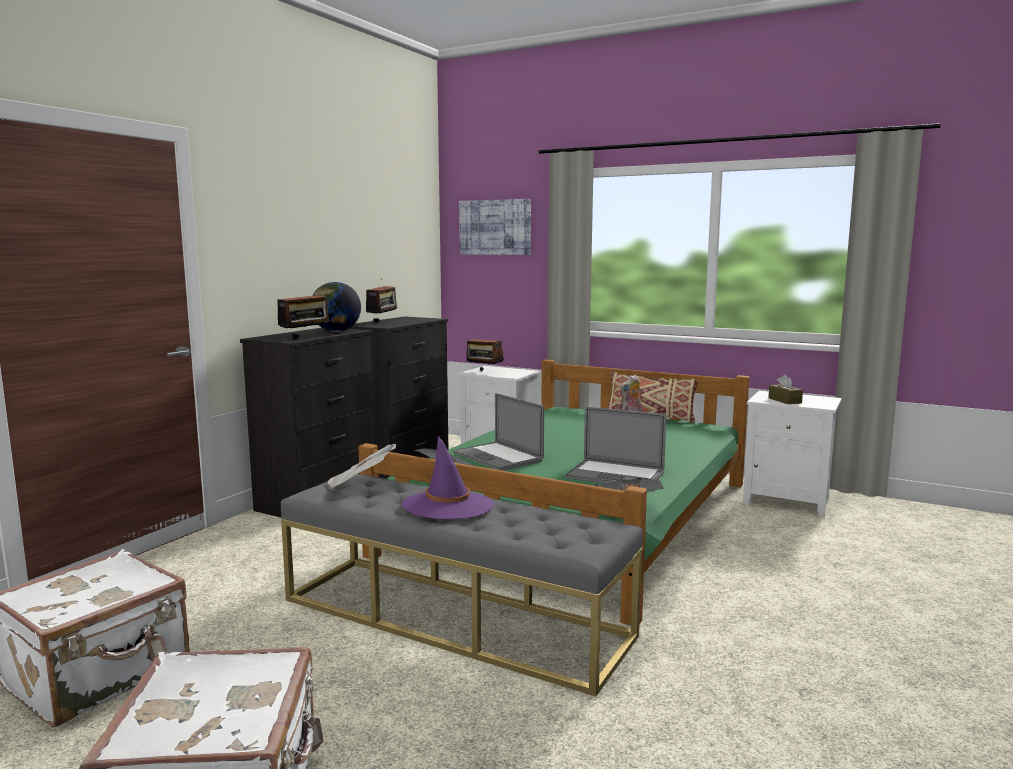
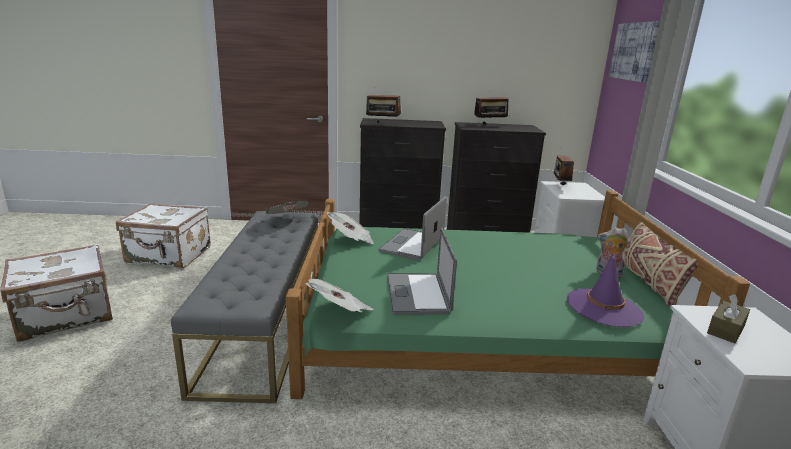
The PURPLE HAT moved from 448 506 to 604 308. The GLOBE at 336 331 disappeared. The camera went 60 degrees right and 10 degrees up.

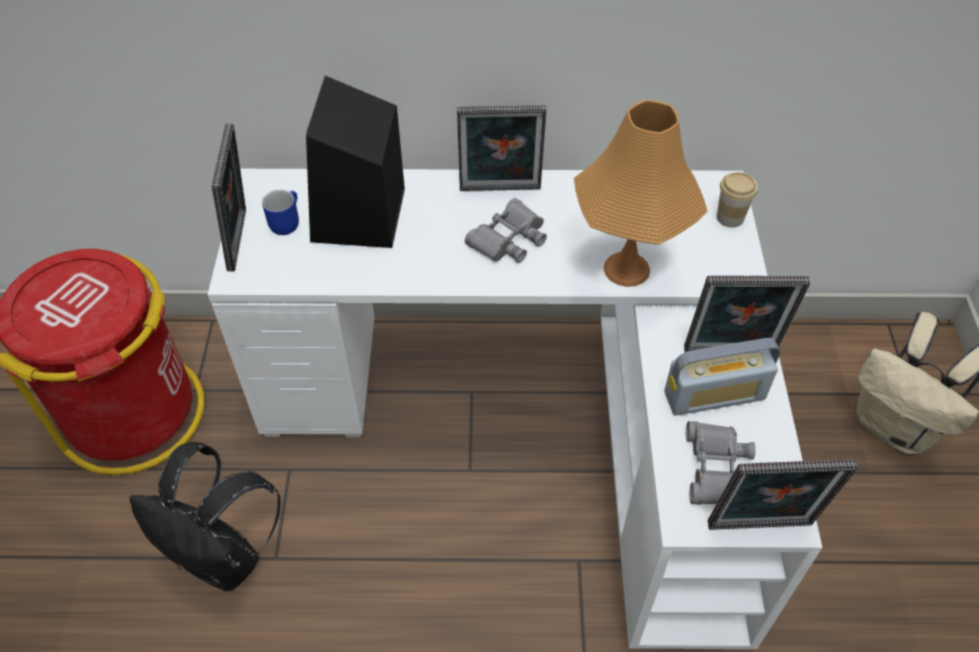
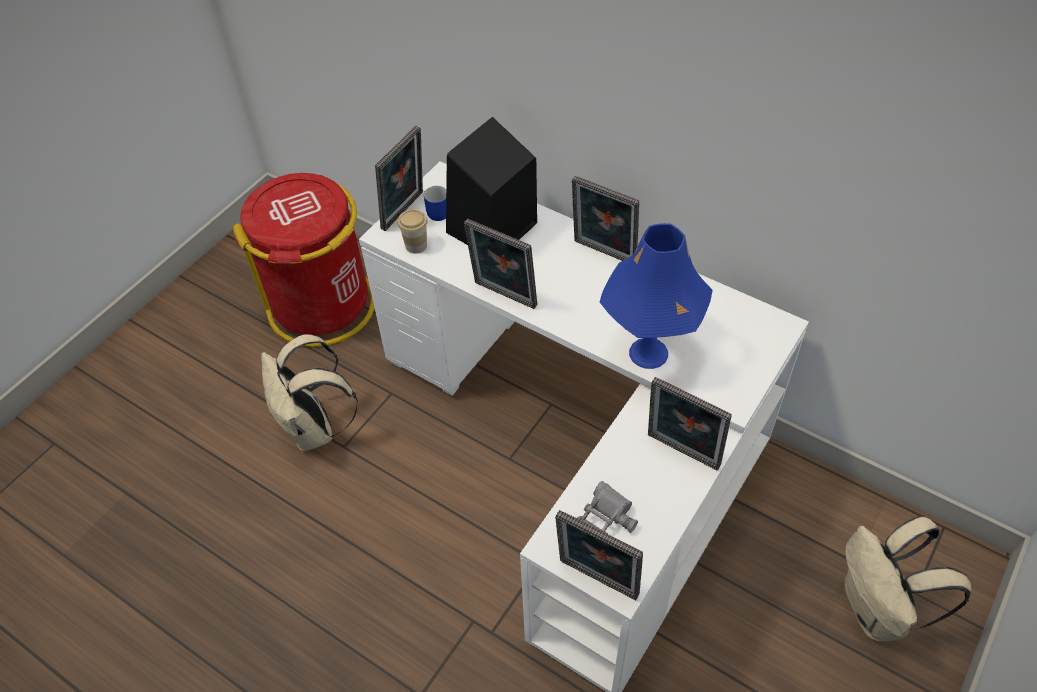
The BLACK BACKPACK at 225 558 became the BEIGE BACKPACK at 314 429. The CUP moved from 730 217 to 416 245. The PICTURE FRAME at 503 297 appeared. The ORANGE TABLE LAMP at 626 269 became the BLUE TABLE LAMP at 648 353. The GREY BINOCULARS at 508 238 disappeared. The RADIO at 714 395 disappeared. The camera went 35 degrees right and 0 degrees up.

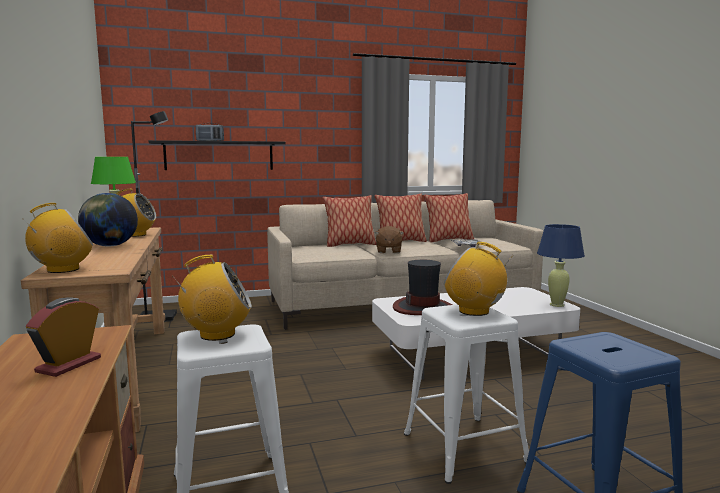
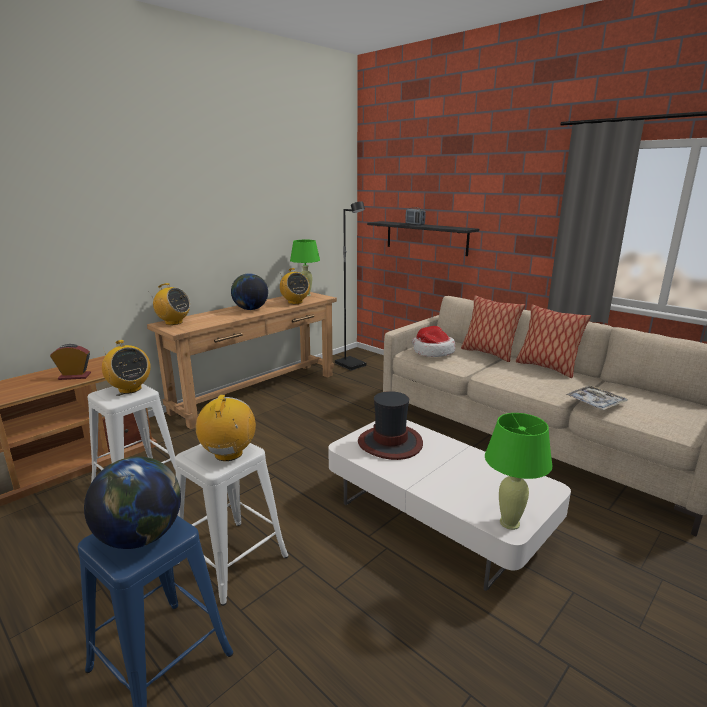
The GLOBE at 141 537 appeared. The HAT at 432 352 appeared. The BLUE TABLE LAMP at 556 305 became the GREEN TABLE LAMP at 509 523. The BROWN PLUSH TOY at 388 251 disappeared. The PILLOW at 448 240 disappeared. The camera went 60 degrees right and 10 degrees up.

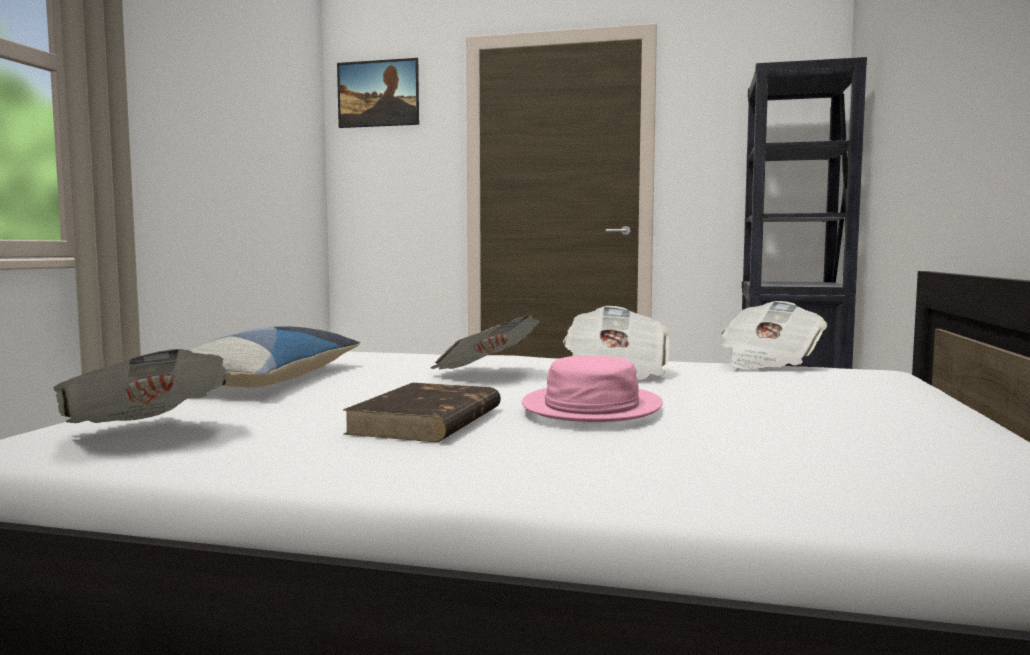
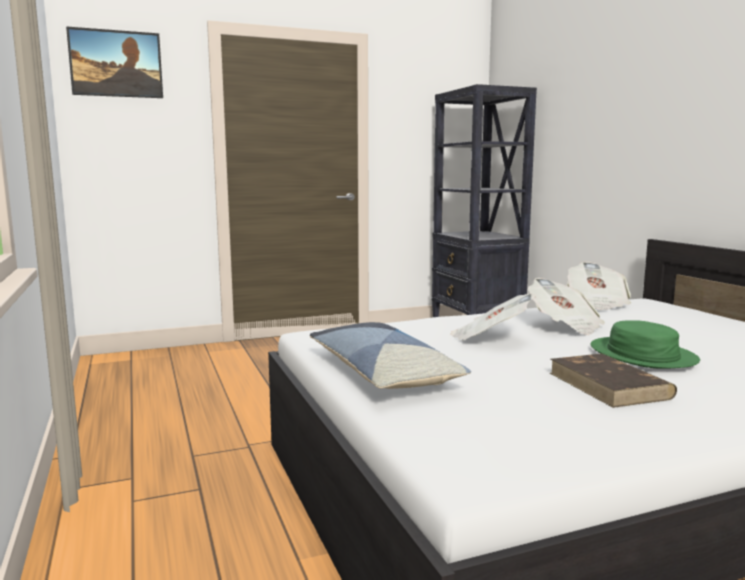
The PINK HAT at 591 407 became the GREEN HAT at 642 355. The NEWSPAPER at 146 434 disappeared. The camera went 35 degrees left and 5 degrees up.

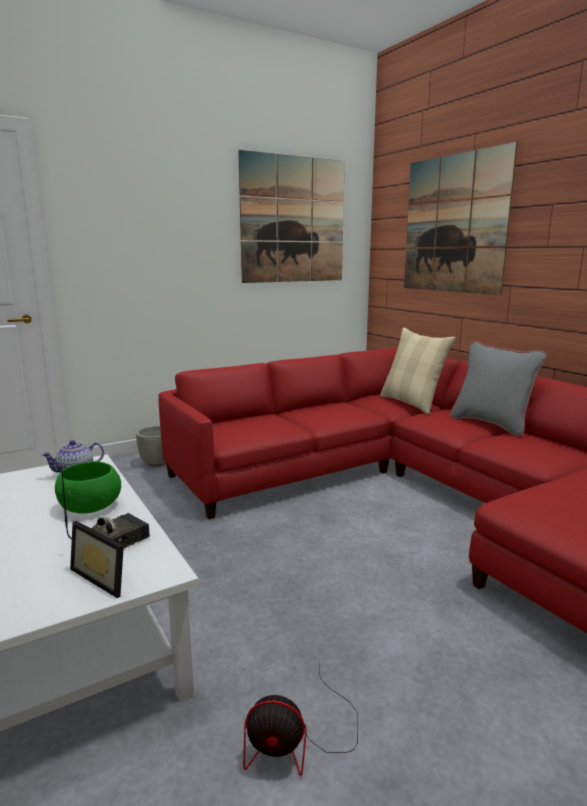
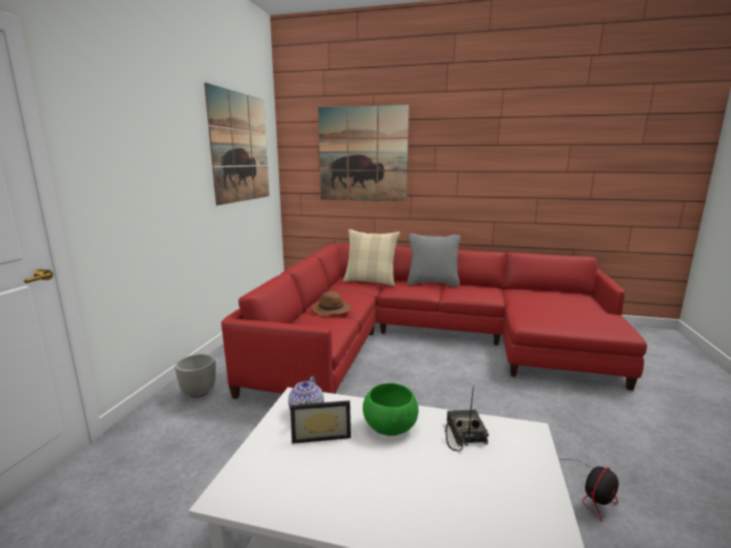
The PICTURE FRAME moved from 105 576 to 321 434. The BROWN HAT at 332 310 appeared. The camera went 45 degrees left and 0 degrees up.

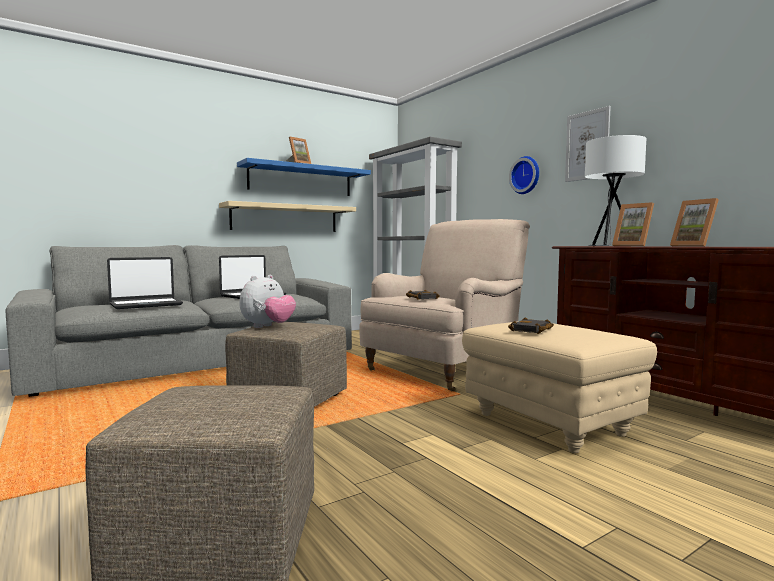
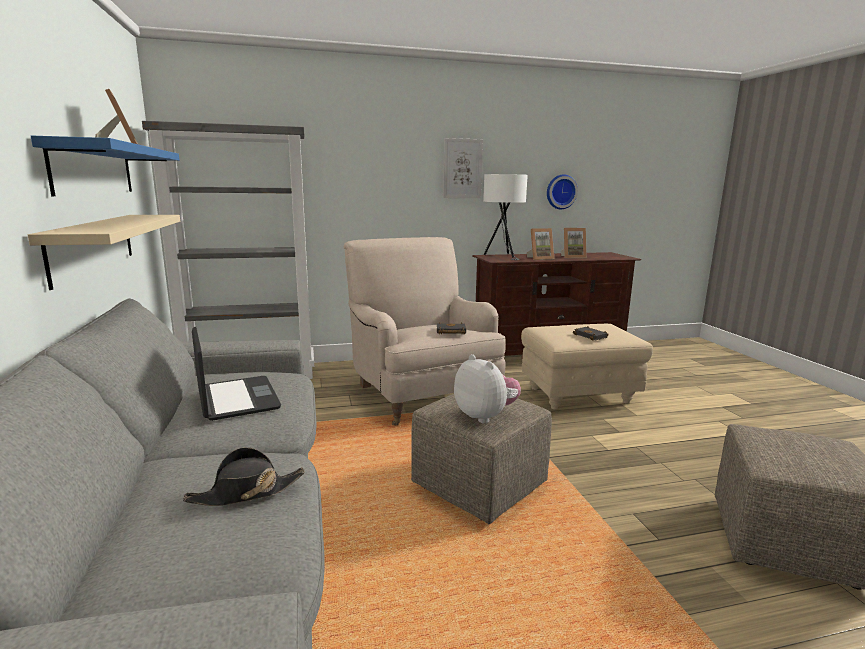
The LAPTOP at 146 304 was replaced by the BLACK HAT at 246 492. The WALL CLOCK moved from 526 175 to 560 192. The camera went 70 degrees left and 10 degrees up.

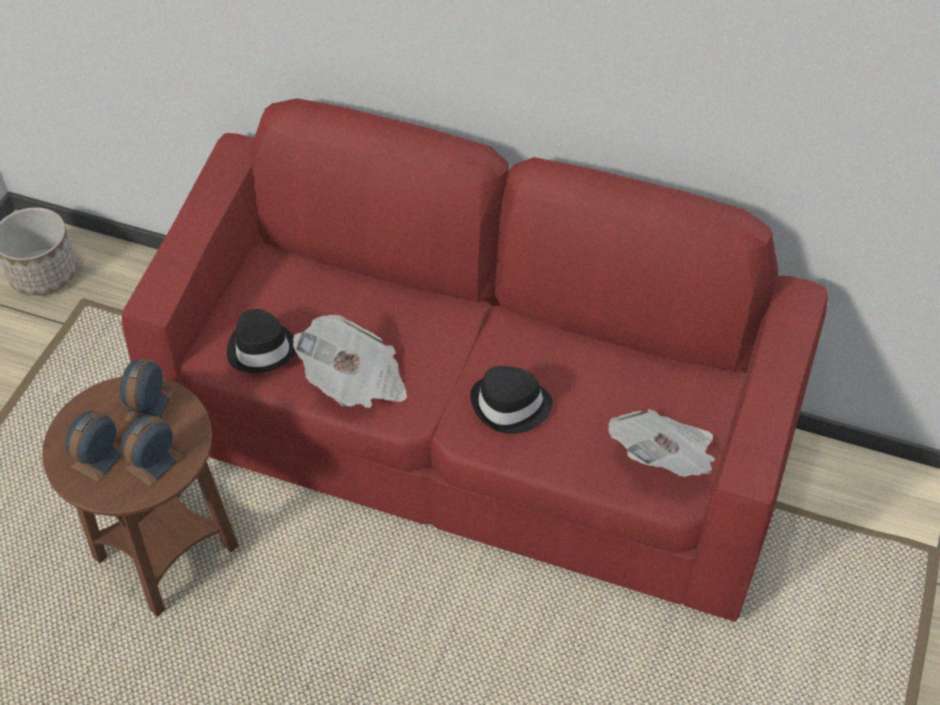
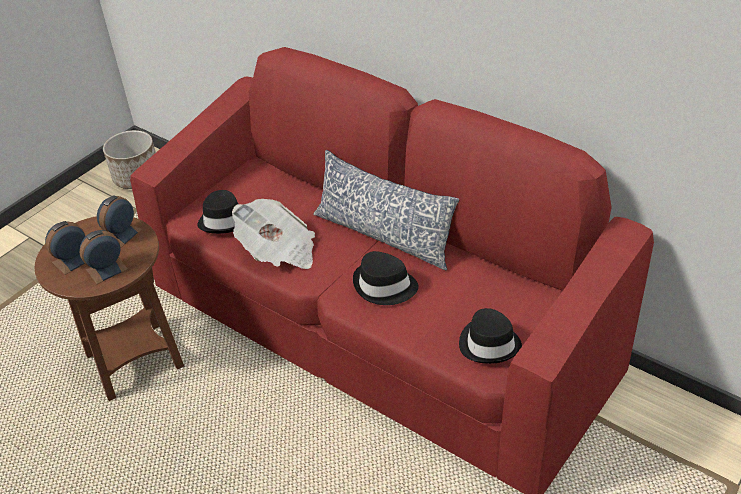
The PILLOW at 383 235 appeared. The NEWSPAPER at 663 458 was replaced by the BLACK HAT at 489 343. The camera went 20 degrees right and 10 degrees down.

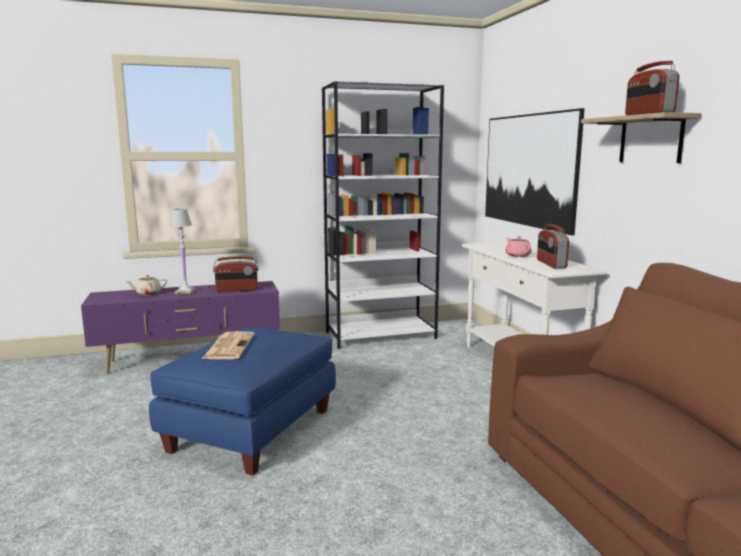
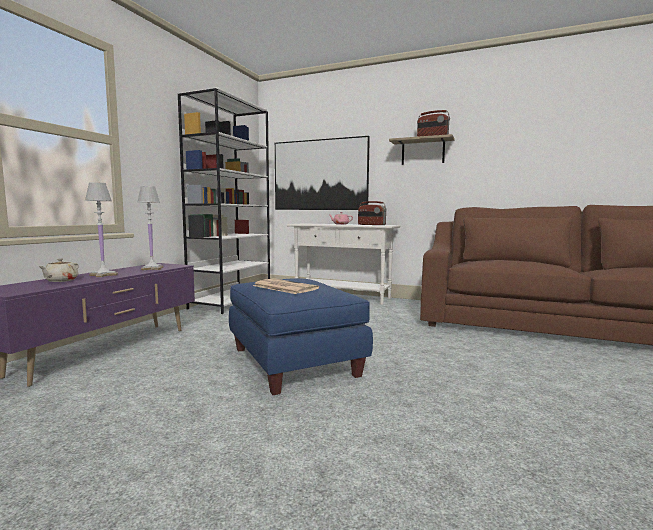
The RADIO at 237 290 was replaced by the WHITE TABLE LAMP at 152 268. The camera went 50 degrees left and 5 degrees down.

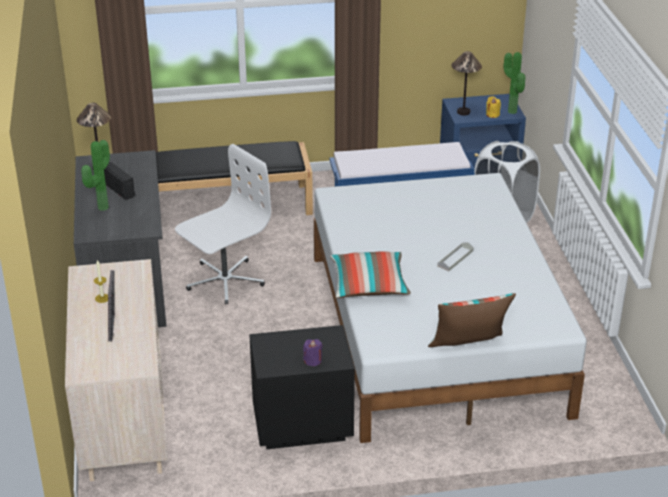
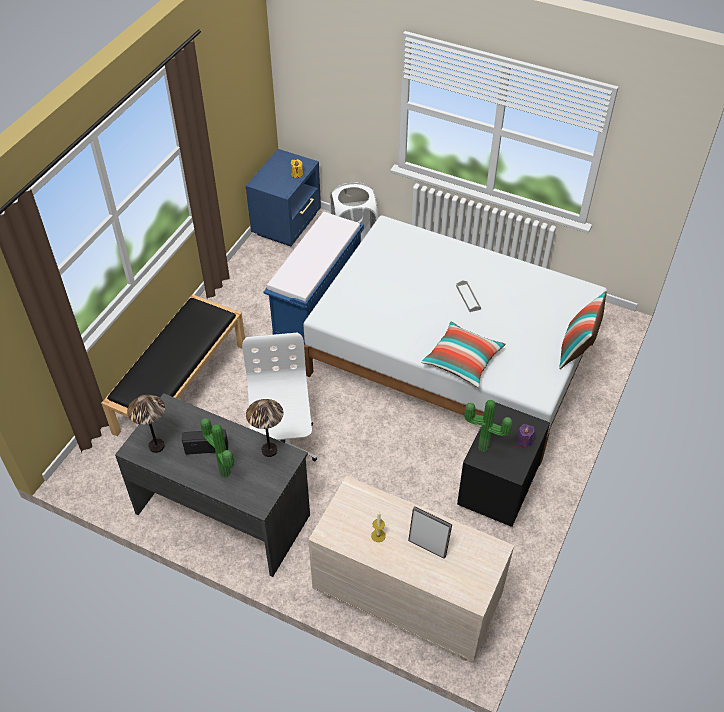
The TABLE LAMP moved from 463 112 to 269 450. The POTTED PLANT moved from 510 112 to 483 449. The camera went 55 degrees left and 15 degrees up.

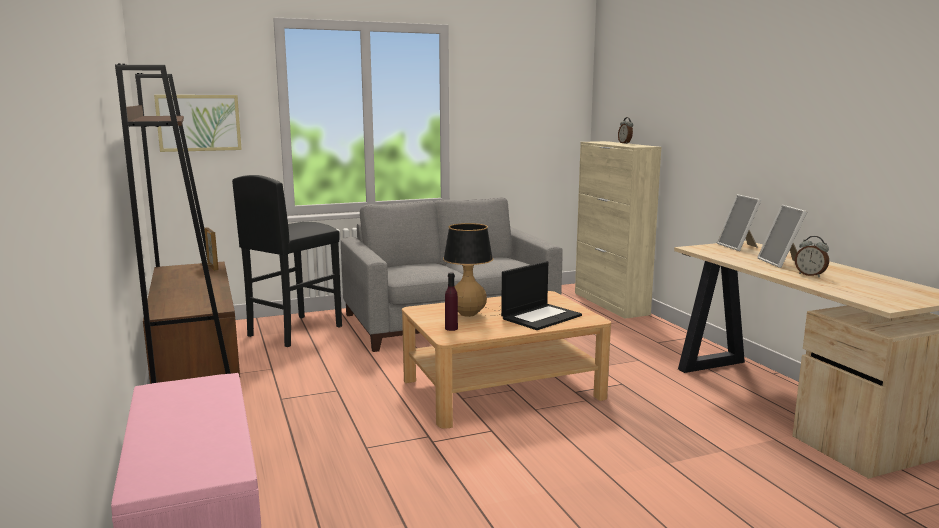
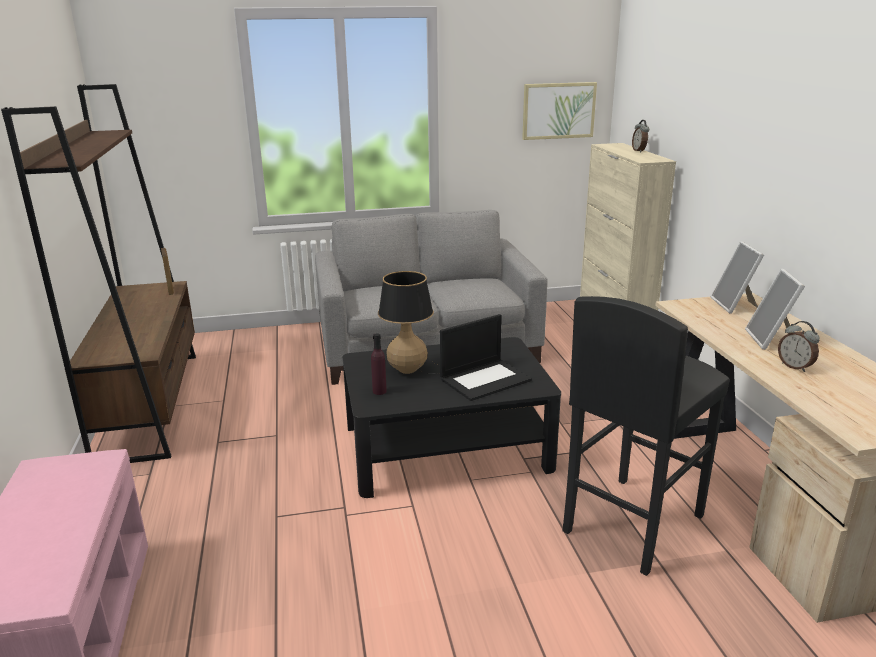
The BEIGE COFFEE TABLE at 502 388 became the BLACK COFFEE TABLE at 446 447. The PICTURE moved from 199 123 to 558 110. The BLACK STOOL moved from 294 331 to 631 523. The camera went 10 degrees right and 10 degrees up.

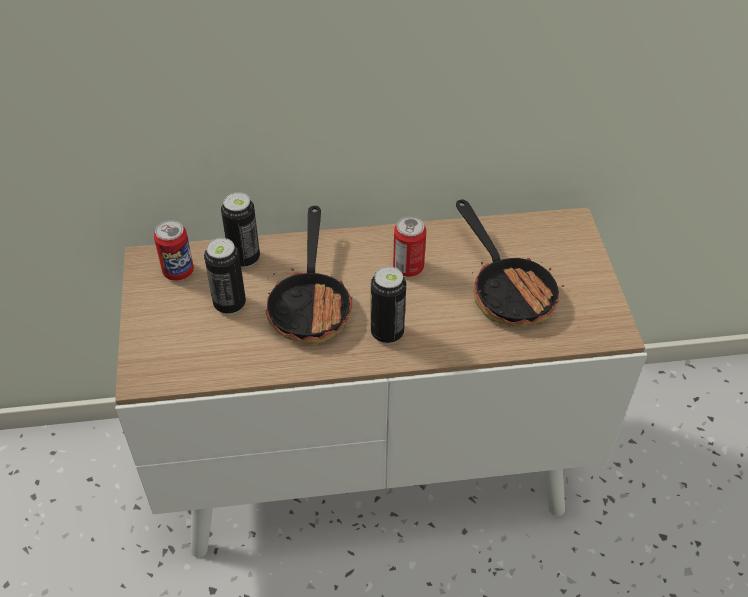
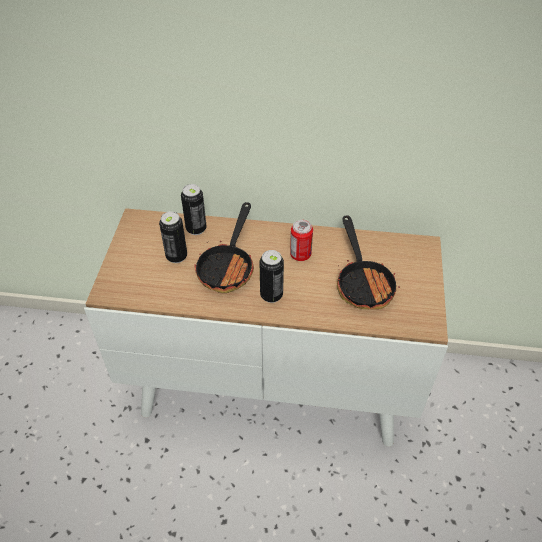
The CAN at 178 271 disappeared. The camera went 15 degrees right and 0 degrees up.

